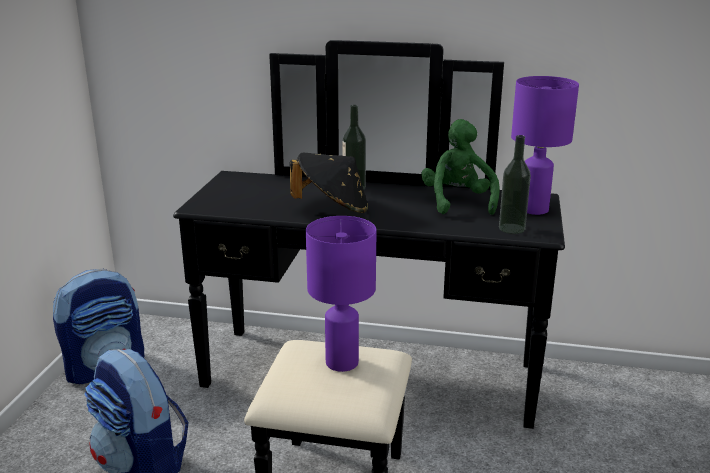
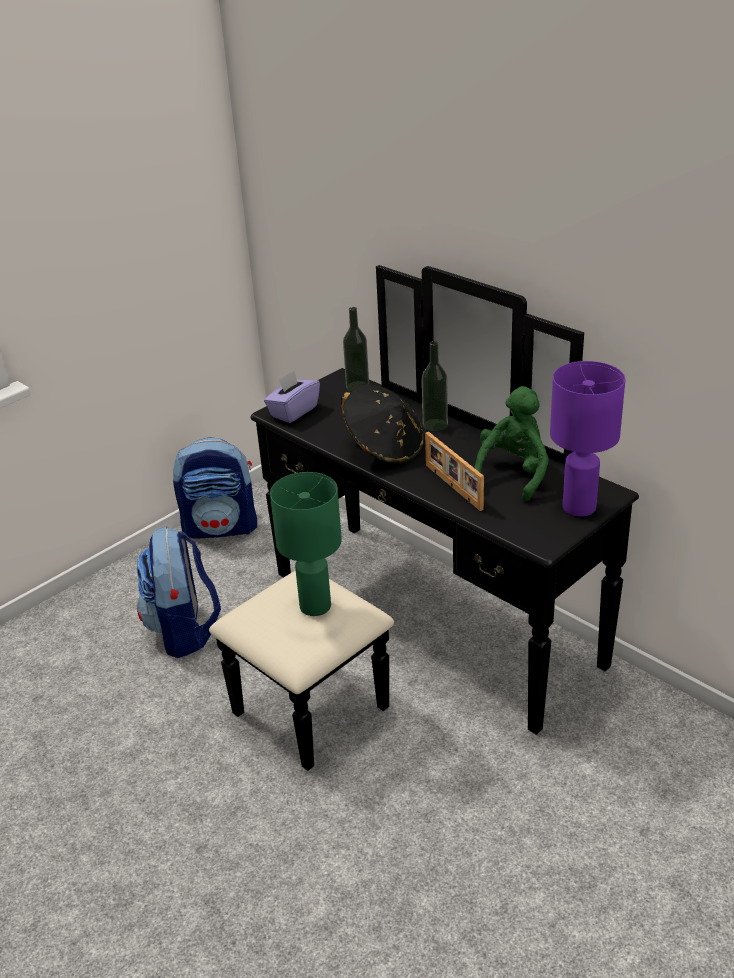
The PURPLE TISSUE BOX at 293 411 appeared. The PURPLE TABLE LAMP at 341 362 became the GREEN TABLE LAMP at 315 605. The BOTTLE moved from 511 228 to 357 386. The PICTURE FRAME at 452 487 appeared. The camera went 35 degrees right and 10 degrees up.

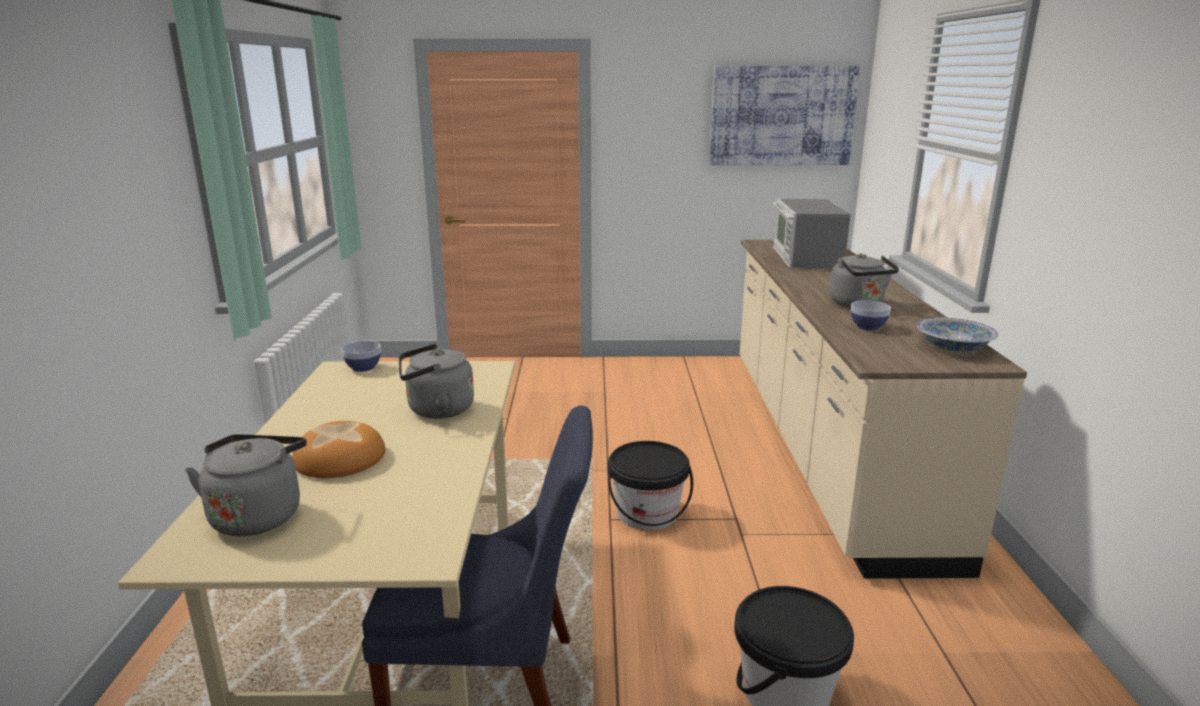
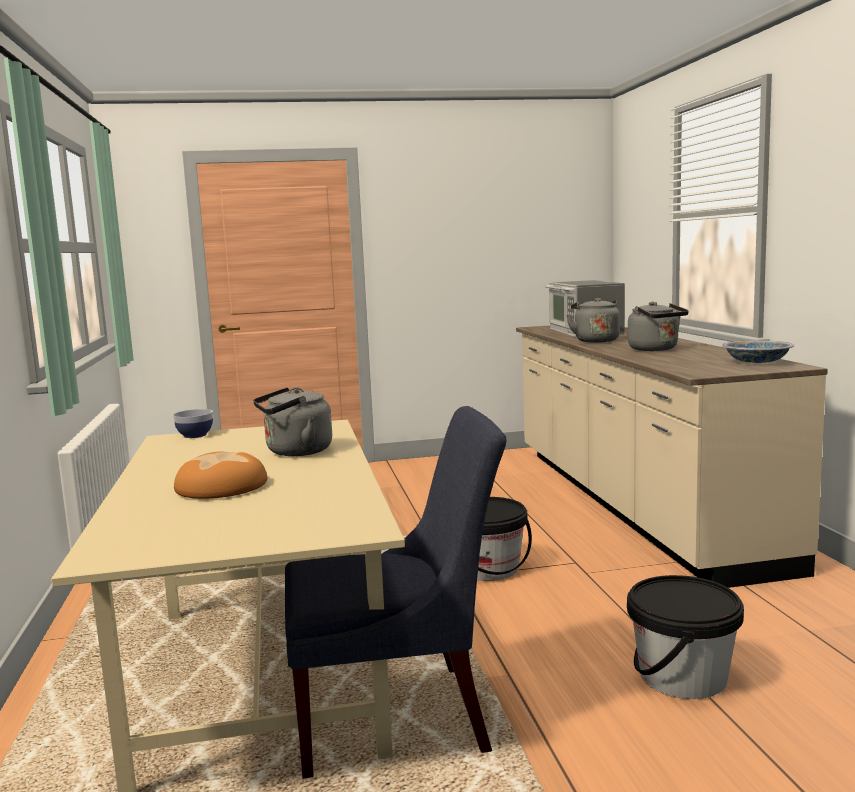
The GREY KETTLE moved from 258 515 to 595 340. The PICTURE at 781 116 disappeared. The BOWL at 868 327 disappeared. The camera went 10 degrees left and 10 degrees down.

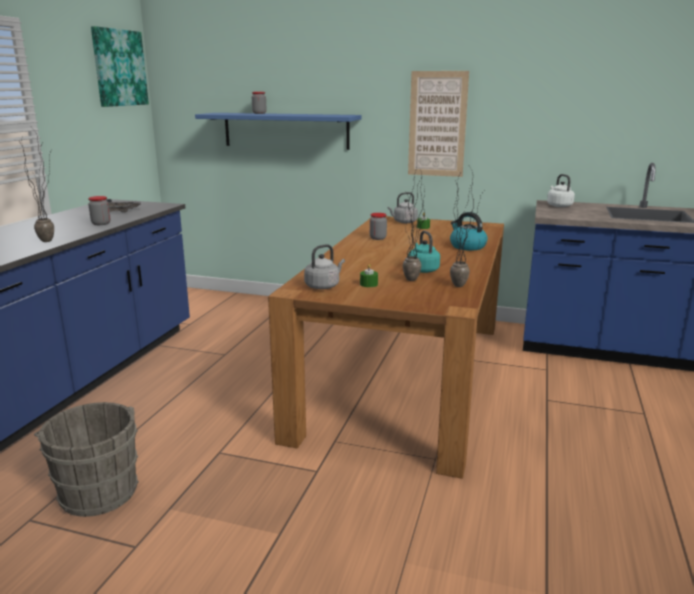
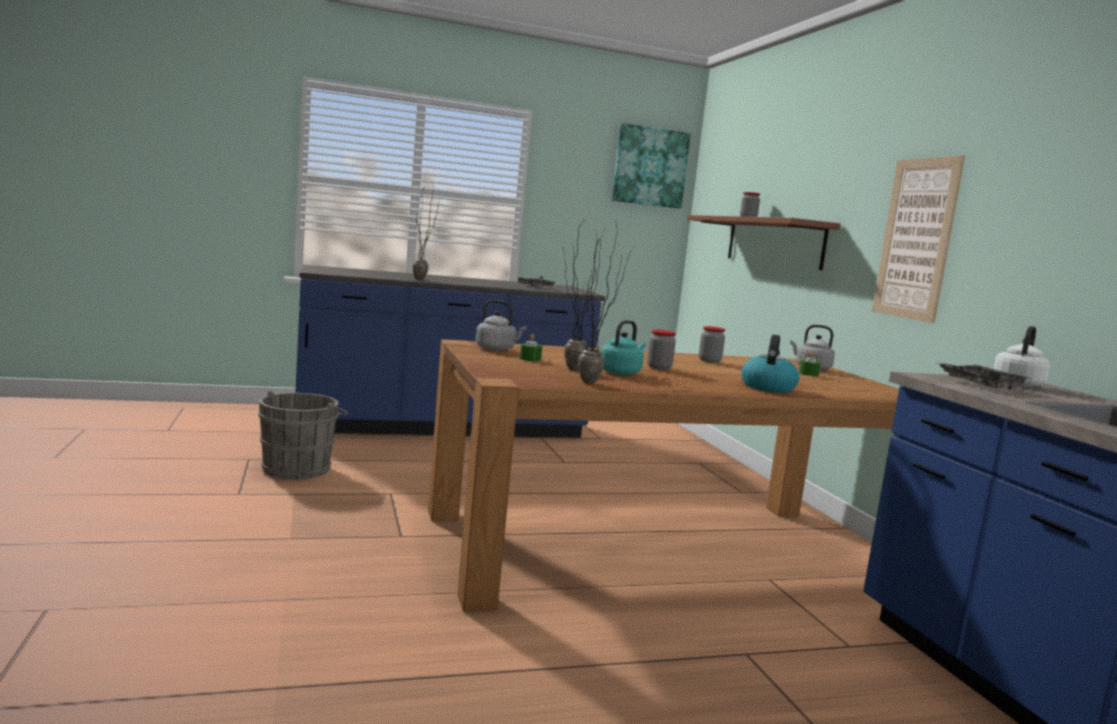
The JAR moved from 101 223 to 659 368. The BLUE SHELF at 285 130 became the BROWN SHELF at 774 242. The GREY TRAY at 980 385 appeared. The camera went 55 degrees right and 10 degrees down.

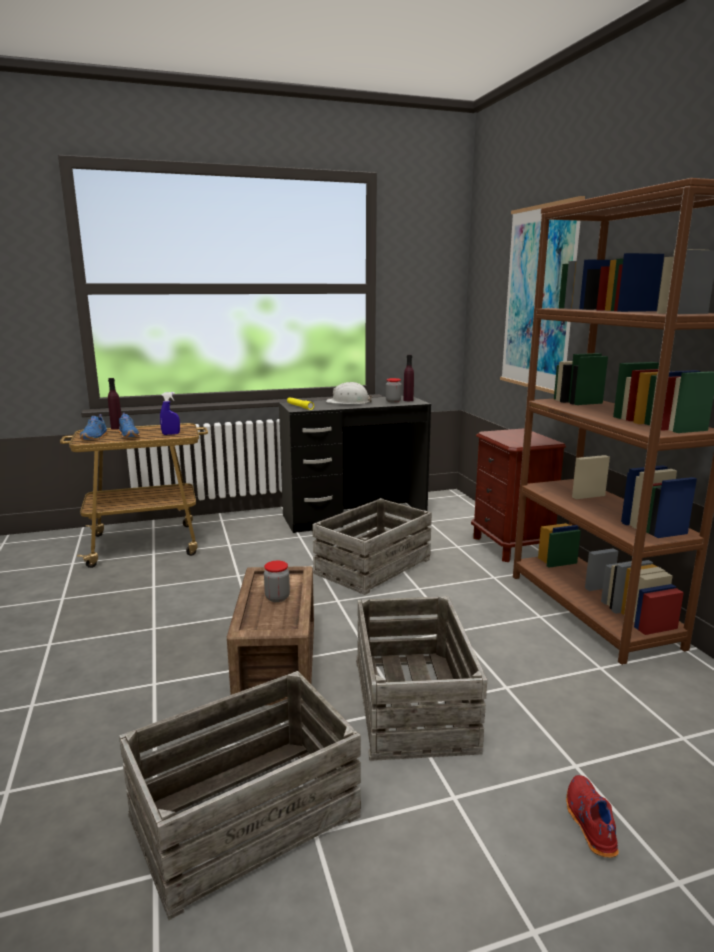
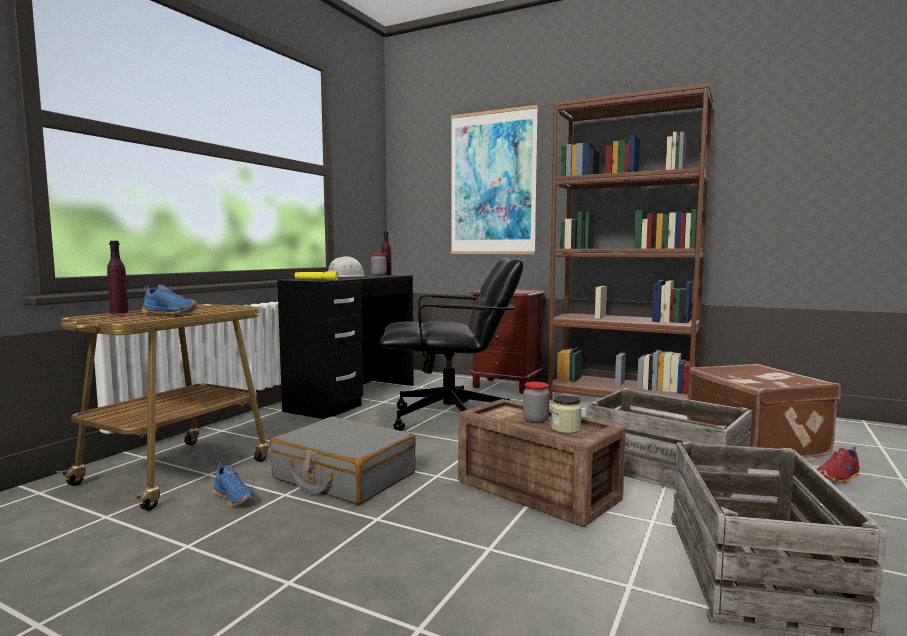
The BLUE SHOE moved from 95 437 to 235 498. The GREY SUITCASE at 343 476 appeared. The CRATE at 373 566 was replaced by the BLACK OFFICE CHAIR at 451 419. The JAR at 566 429 appeared. The BROWN SUITCASE at 756 442 appeared. The RED SHOE at 589 822 turned 75 degrees counterclockwise. The BLUE SPRAY BOTTLE at 171 434 disappeared. The camera went 45 degrees left and 10 degrees down.

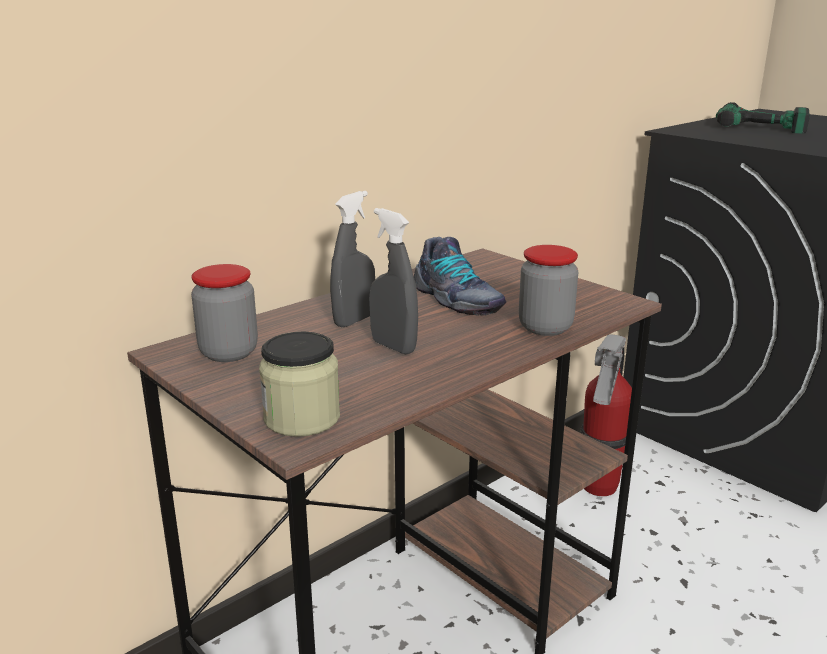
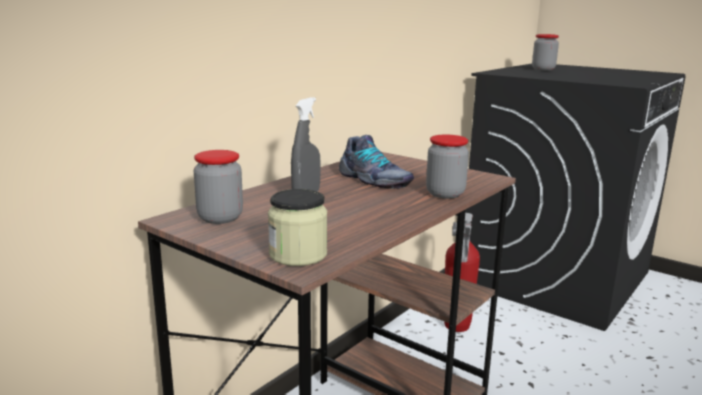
The POWER DRILL at 760 124 was replaced by the JAR at 543 69. The GREY SPRAY BOTTLE at 393 347 disappeared. The camera went 10 degrees left and 5 degrees down.

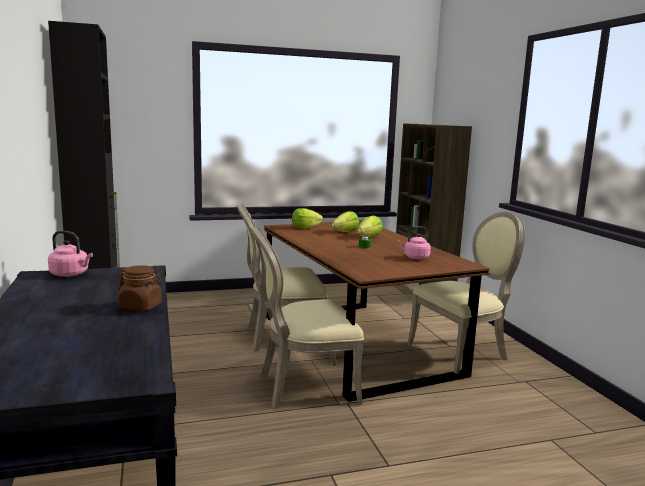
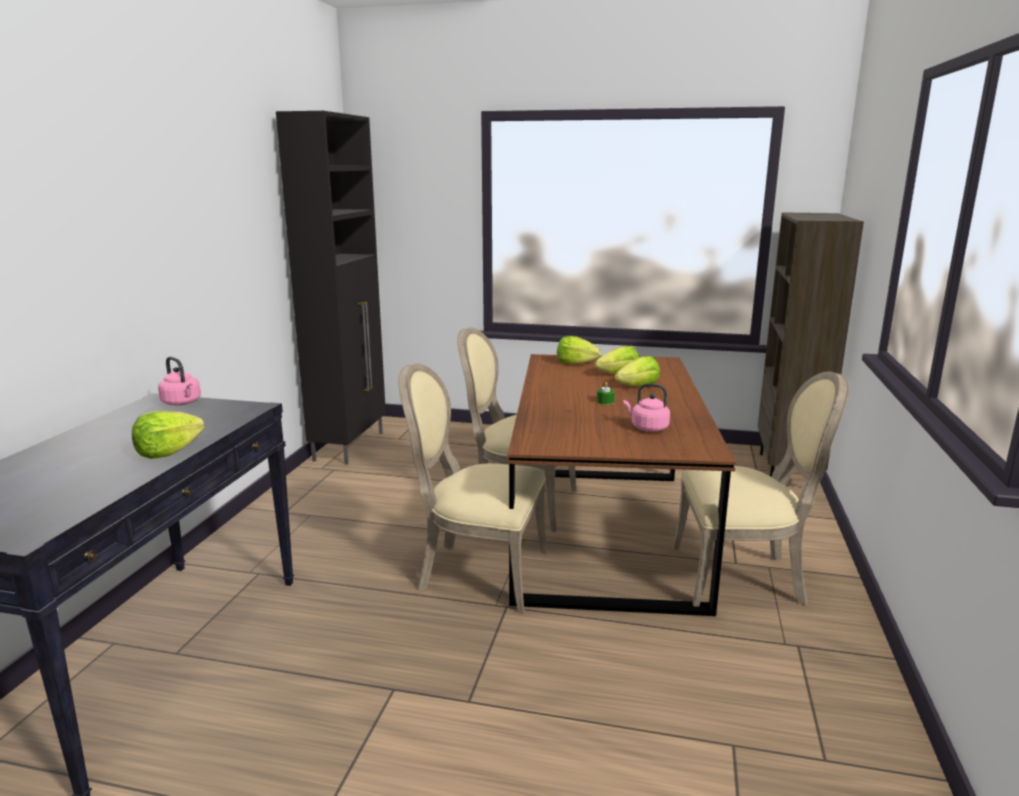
The BROWN JAR at 140 307 was replaced by the LETTUCE at 168 452. The camera went 30 degrees right and 5 degrees up.

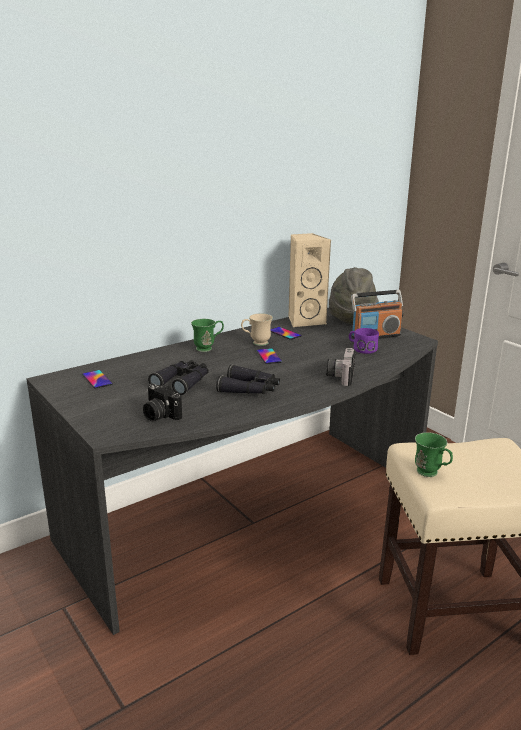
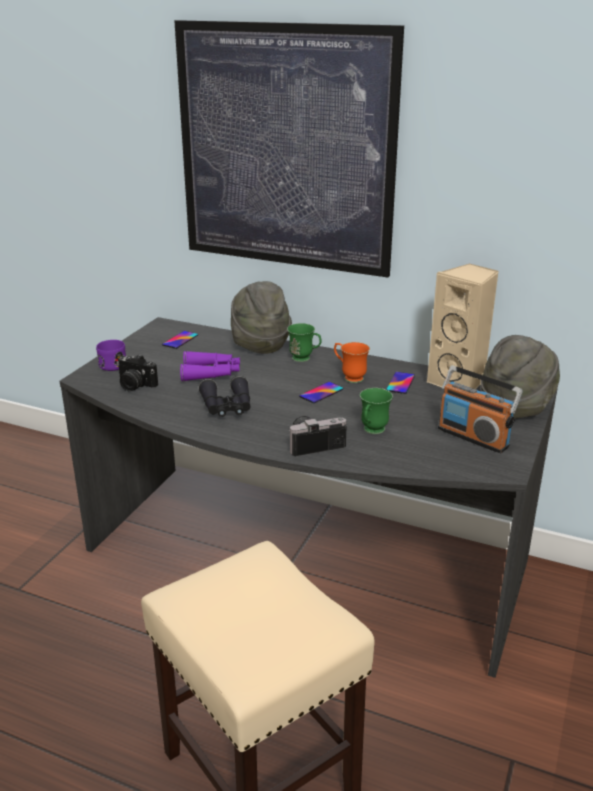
The PURPLE MUG moved from 361 348 to 115 363. The PHOTO CAMERA at 159 415 turned 75 degrees counterclockwise. The PICTURE at 285 150 appeared. The BLACK BINOCULARS at 183 382 became the PURPLE BINOCULARS at 211 373. The GREY HAT at 259 344 appeared. The BEIGE MUG at 256 343 became the ORANGE MUG at 349 377. The GREEN MUG moved from 431 474 to 372 431. The camera went 60 degrees right and 5 degrees up.

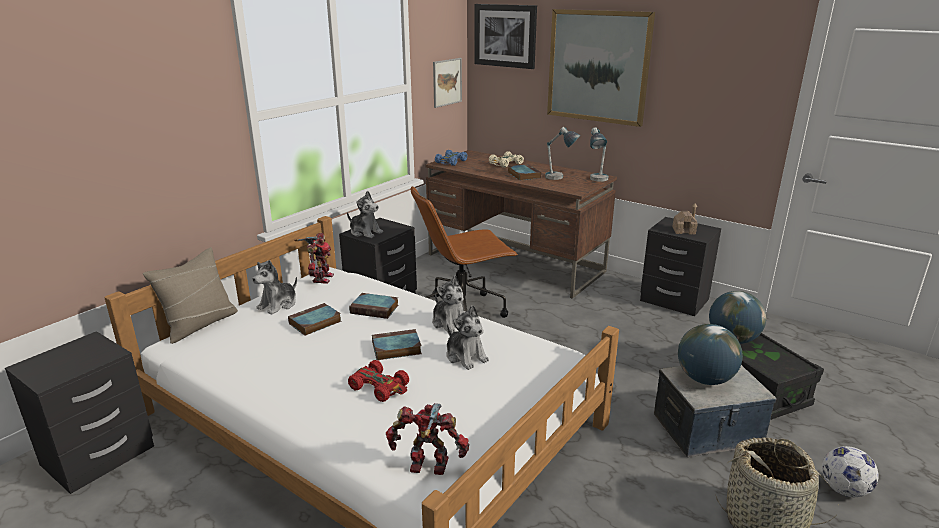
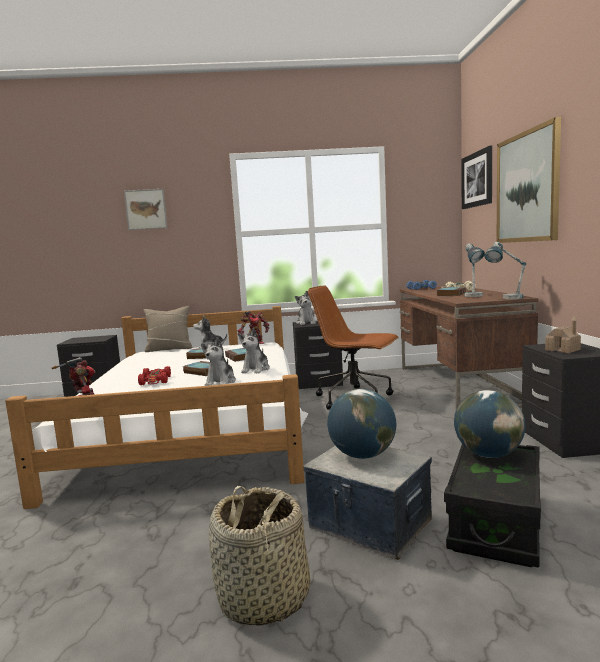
The PICTURE moved from 447 82 to 146 209. The FOOTBALL at 843 489 disappeared. The camera went 50 degrees right and 15 degrees down.

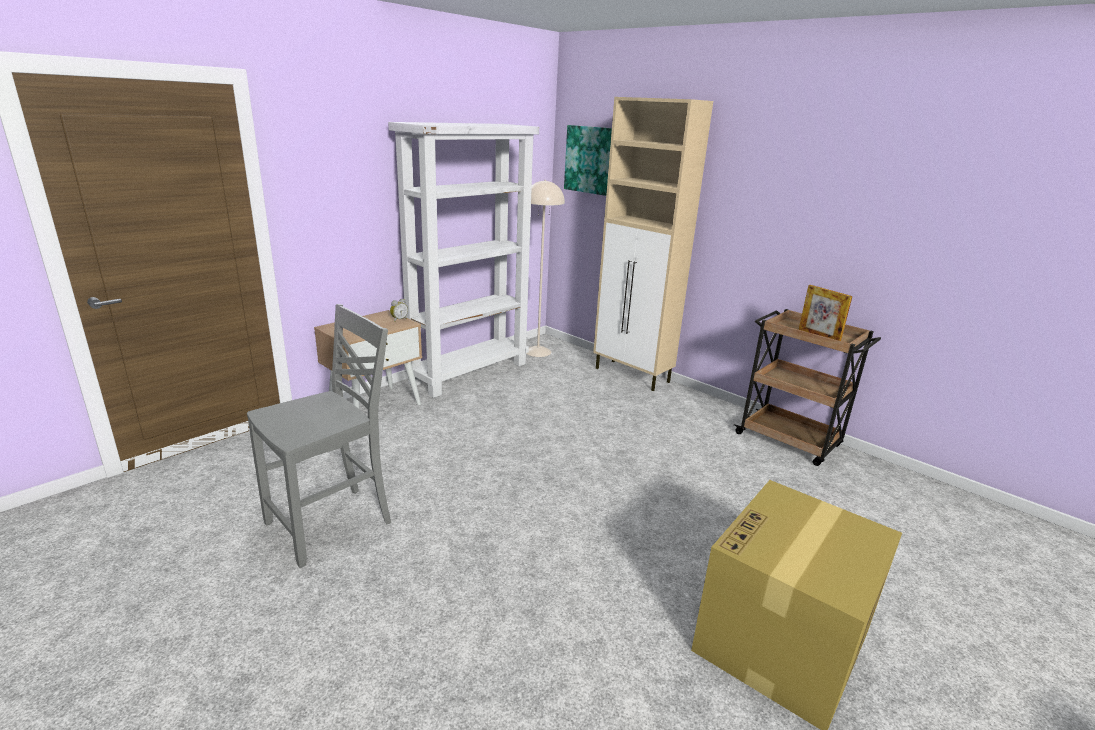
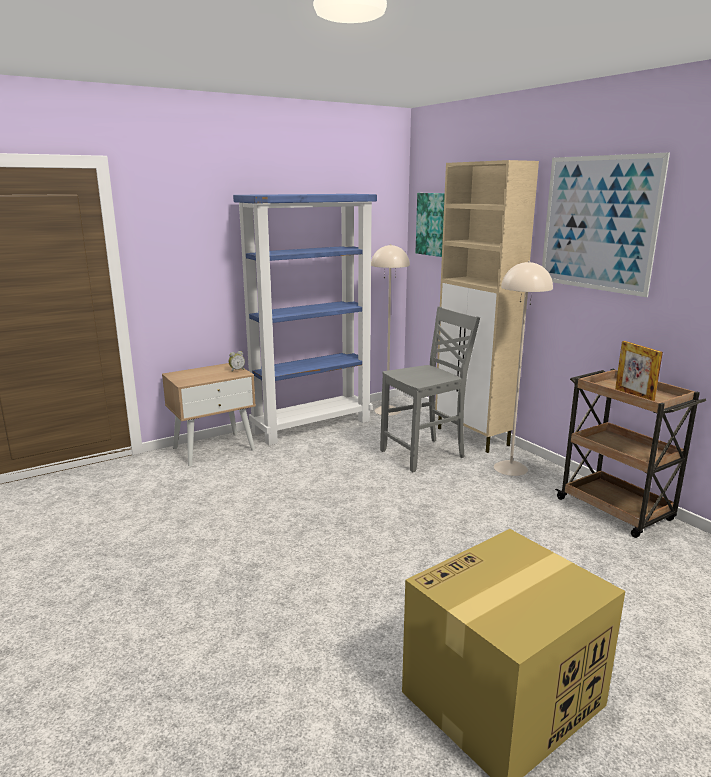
The WHITE BOOKCASE at 469 372 became the BLUE BOOKCASE at 312 426. The GREY CHAIR moved from 332 523 to 424 454. The BEIGE FLOOR LAMP at 511 468 appeared. The PICTURE at 598 223 appeared. The camera went 15 degrees right and 5 degrees down.

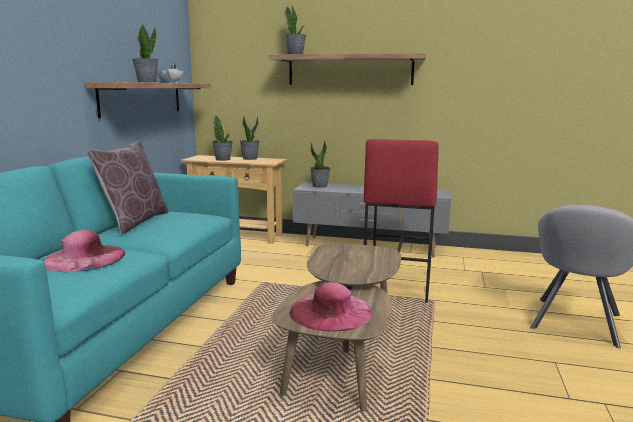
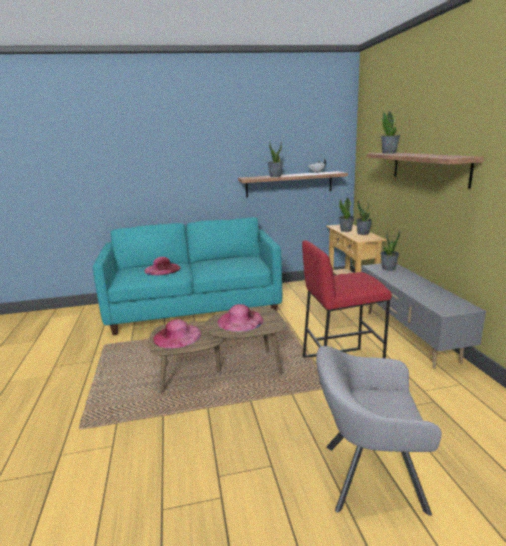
The PINK HAT at 240 320 appeared. The BROWN PILLOW at 134 221 disappeared. The camera went 65 degrees right and 5 degrees up.

